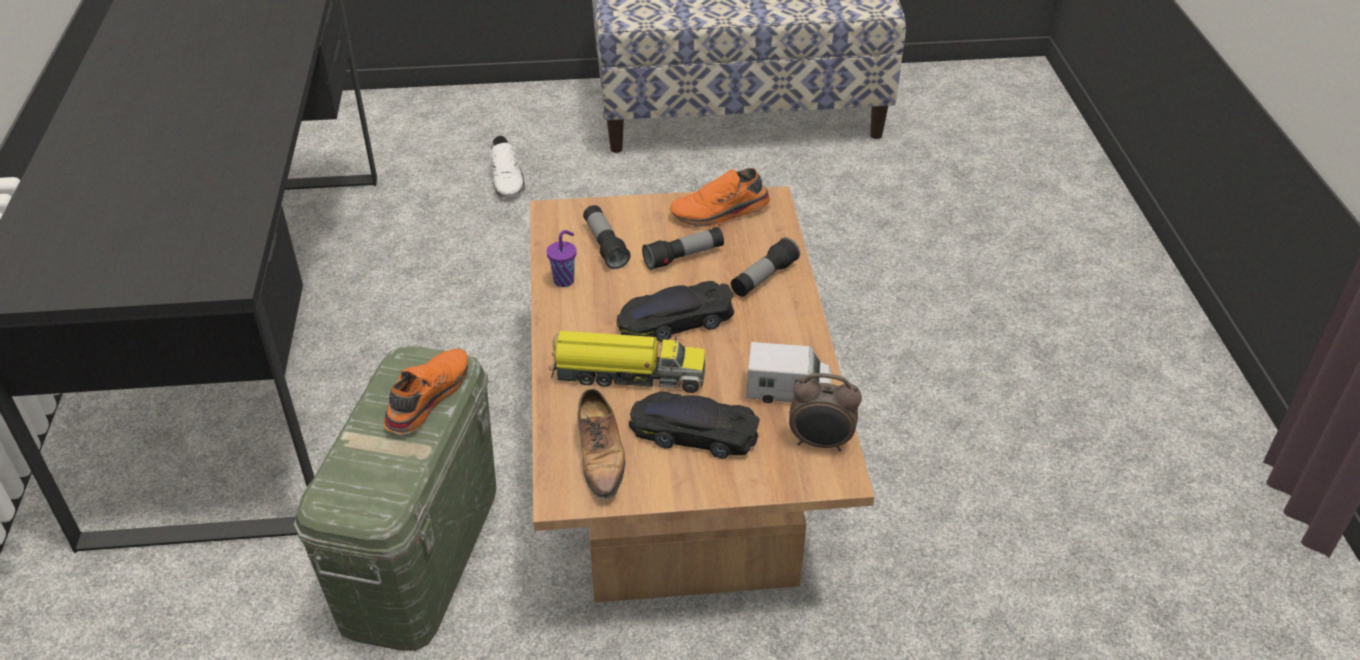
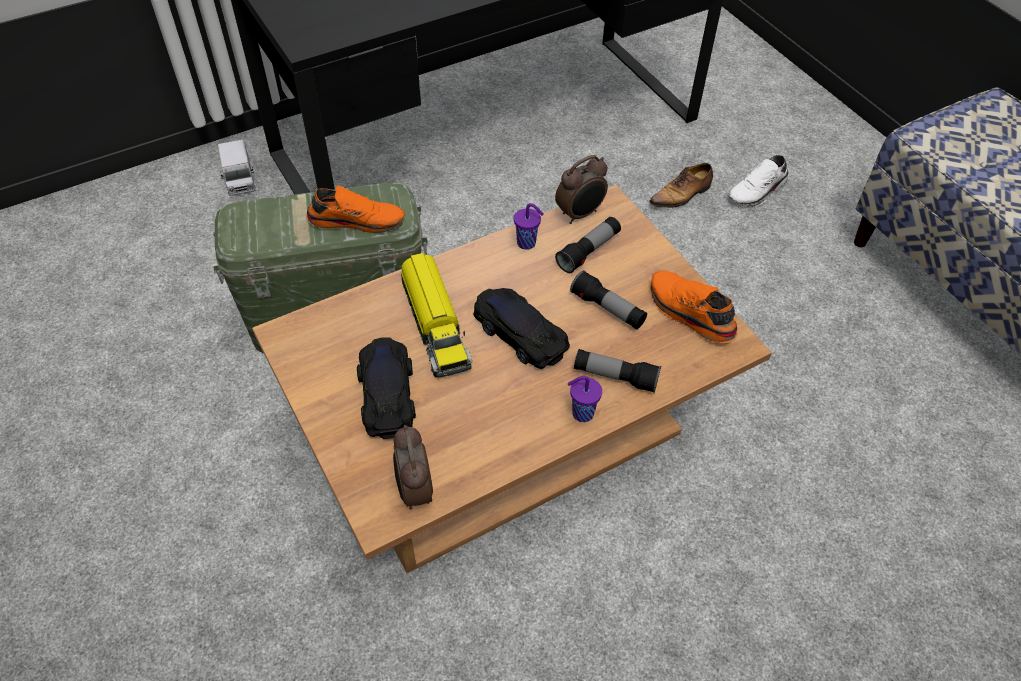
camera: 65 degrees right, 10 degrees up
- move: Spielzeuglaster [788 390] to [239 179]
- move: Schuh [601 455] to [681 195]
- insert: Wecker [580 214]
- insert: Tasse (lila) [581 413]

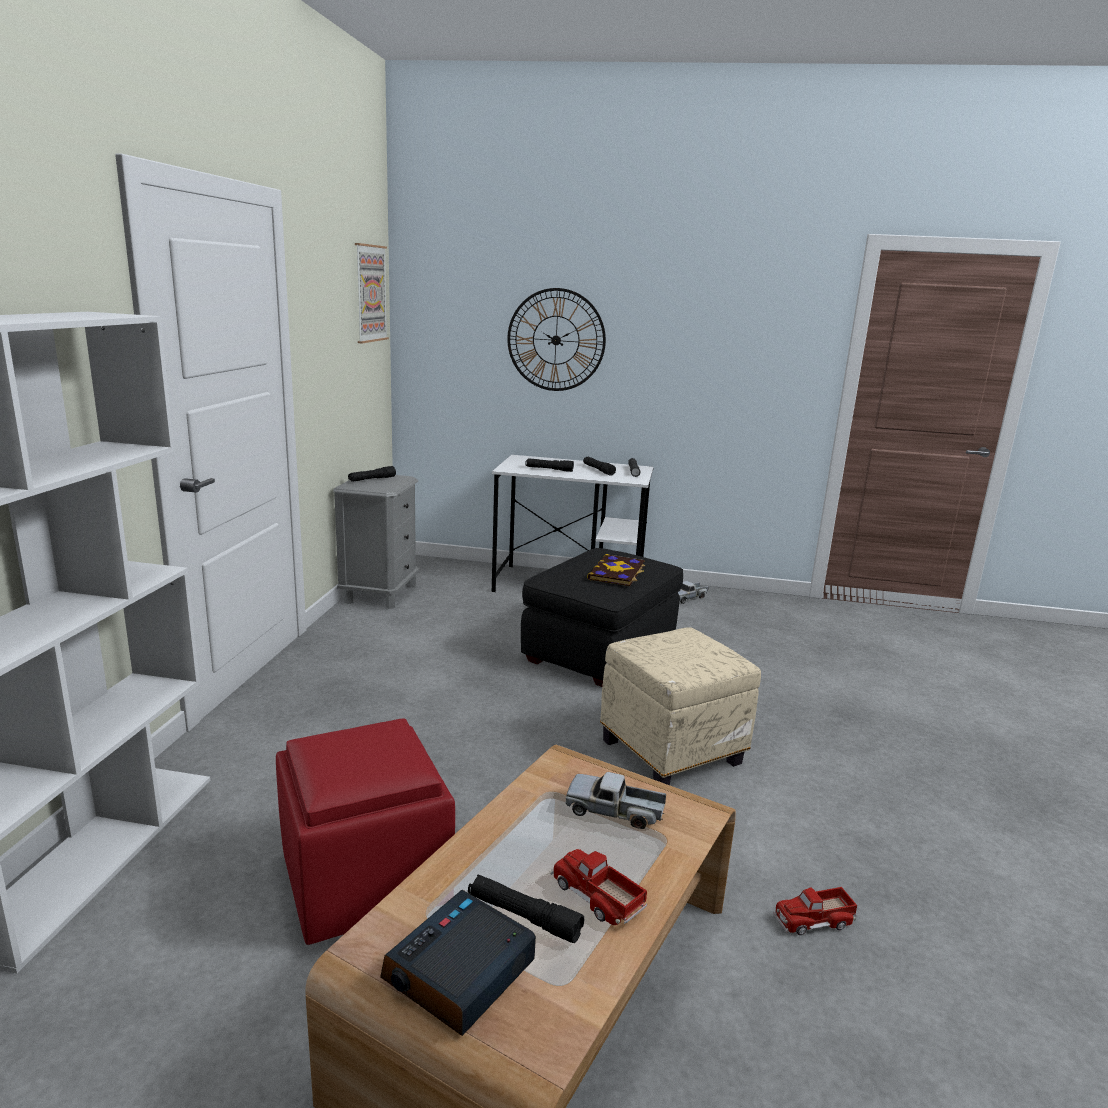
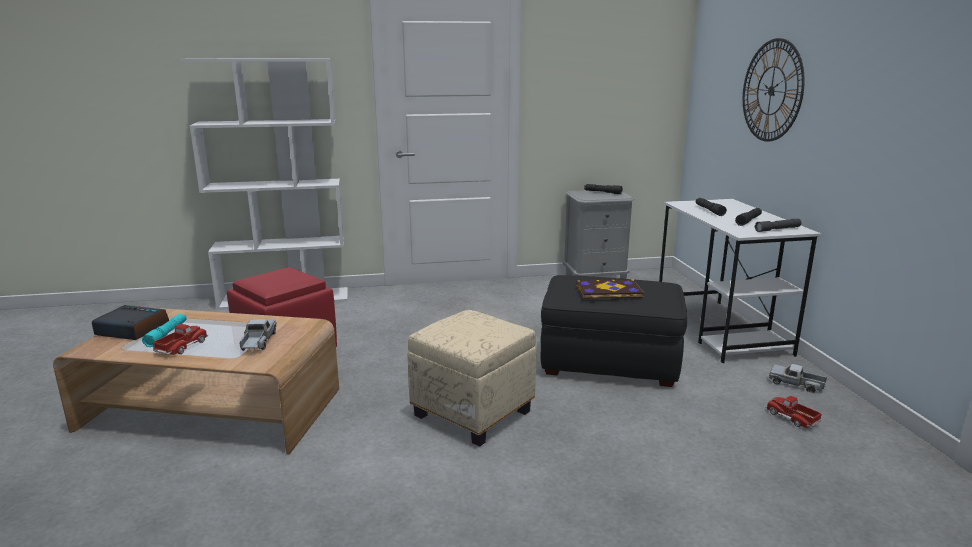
camera: 70 degrees right, 0 degrees up
- delete: Bild [370 293]
- recolor: Taschenlampe (schwarz) [523 916] to Taschenlampe (türkis) [166 334]
- move: Spielzeuglaster [813 919] to [791 418]

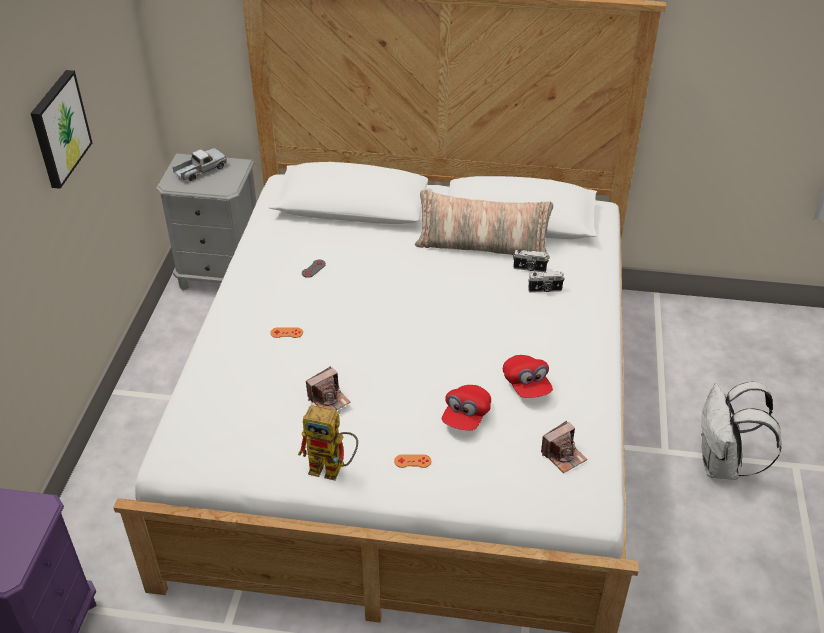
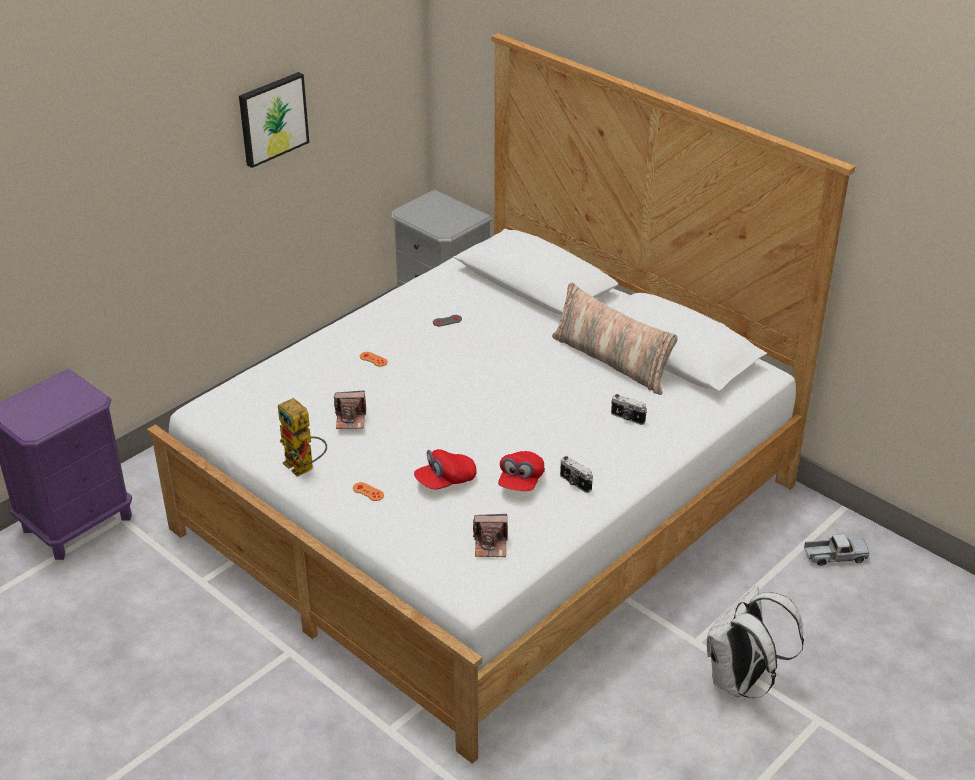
camera: 35 degrees right, 5 degrees down
- move: Spielzeuglaster [200 170] to [834 556]
- move: Kamera [529 269] to [574 483]

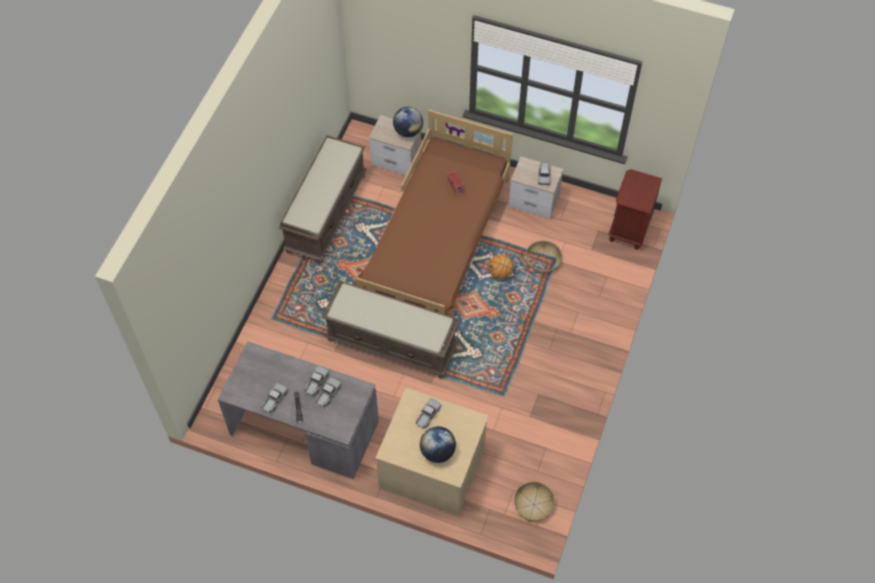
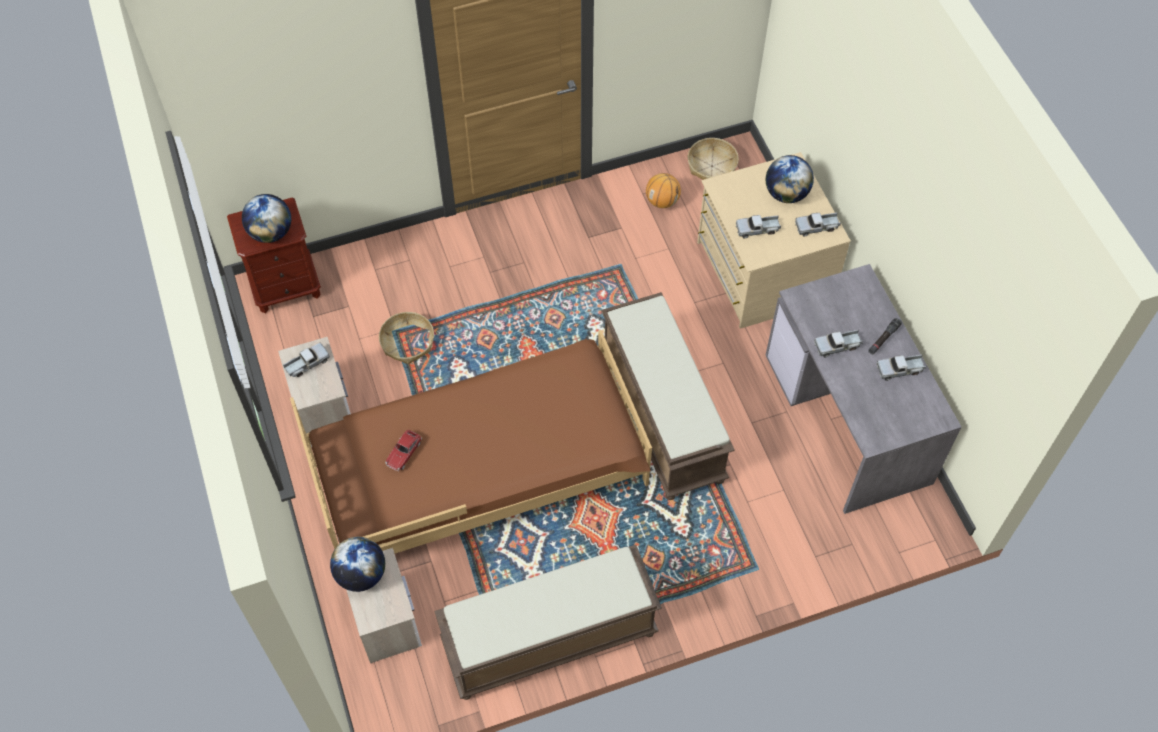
camera: 130 degrees left, 0 degrees up
- move: Basketball [500 273] to [662 201]
- move: Spielzeuglaster [328 394] to [817 227]
- insert: Globus [271 233]

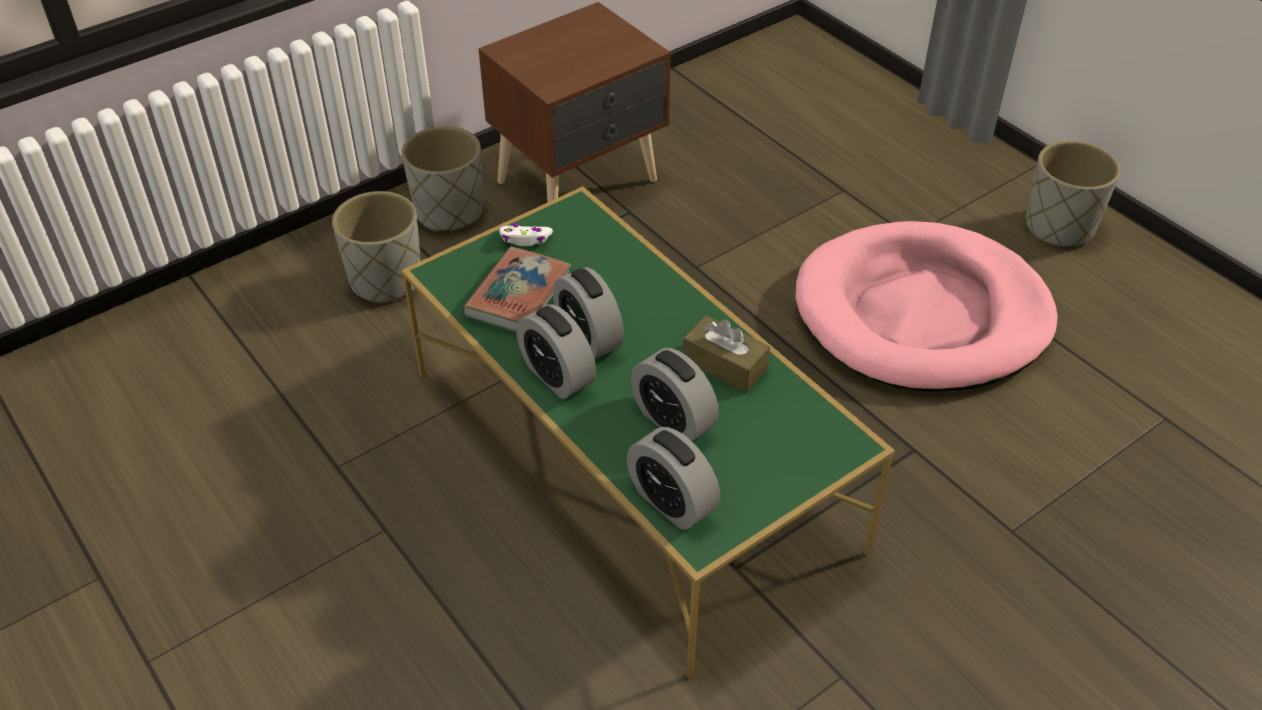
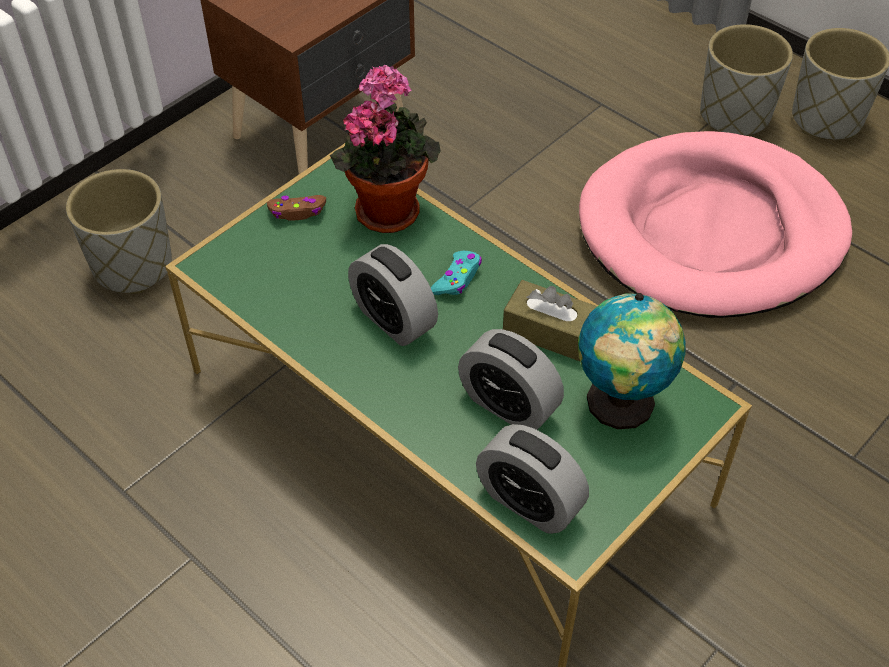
camera: 10 degrees left, 5 degrees up
- move: Pflanzkübel (grau) [449 211] to [734 115]
- recolor: Gamepad (weiß) [525 239] to Gamepad (braun) [297 212]
- delete: Buch [518 296]
- delete: Wecker [557 376]
- insert: Topfpflanze [388 207]
- insert: Gamepad (türkis) [457 279]
- insert: Globus [620 406]

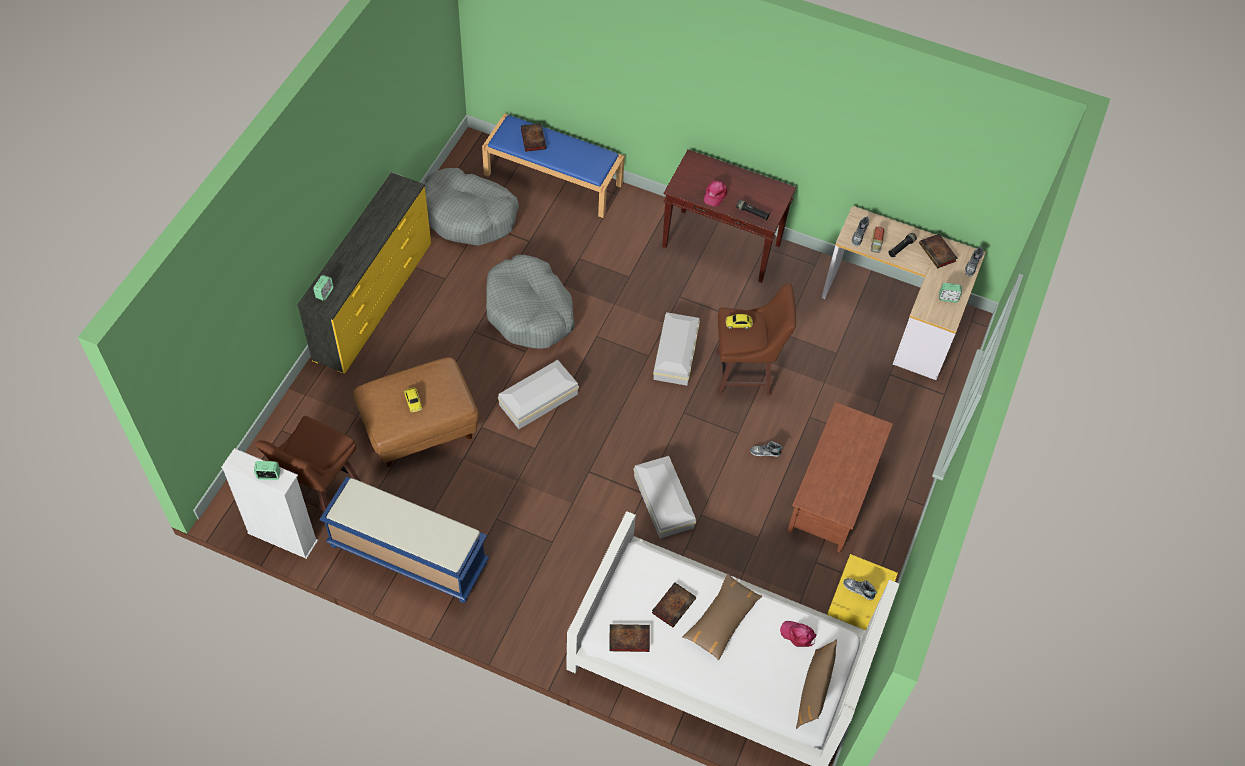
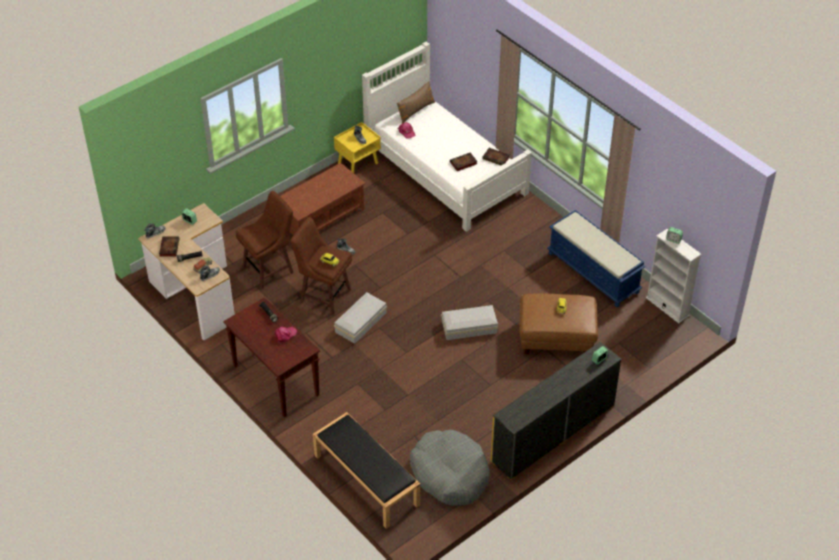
camera: 150 degrees left, 10 degrees down
- recolor: Bank (blau) [554 179] to Bank (schwarz) [365 480]
- delete: Buch [532 138]
- delete: Hundebett (grau) [529 311]
- move: Hocker (braun) [320 494] to [269 269]
- delete: Aufbewahrungsbox (weiß) [663 503]
- delete: Kissen (braun) [722 620]

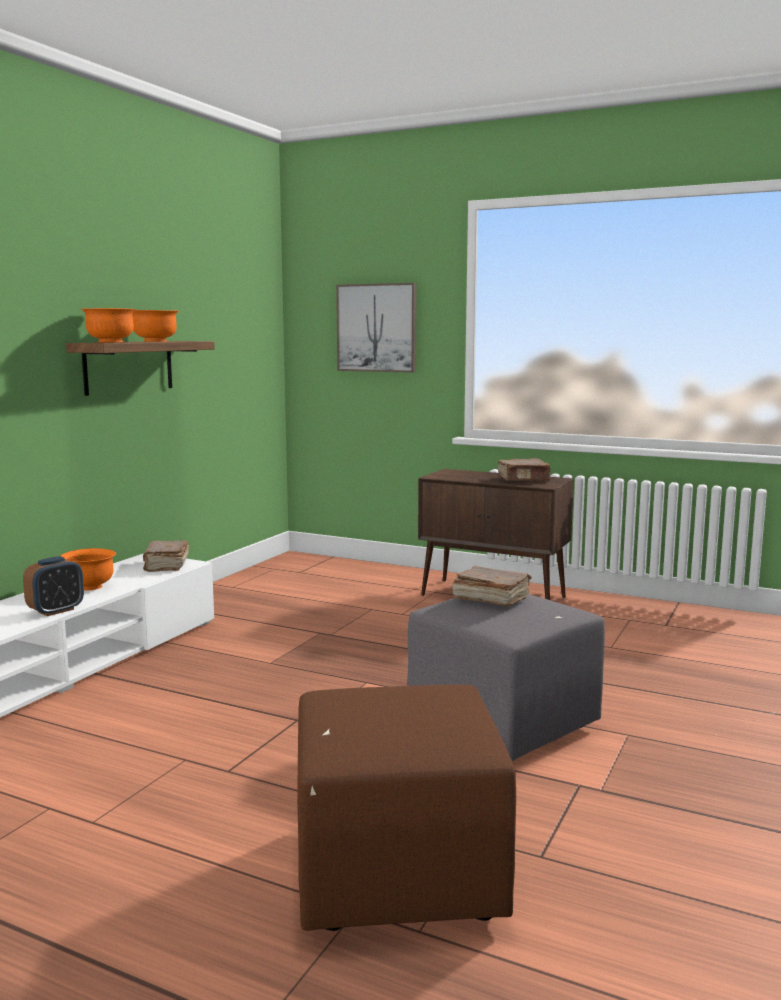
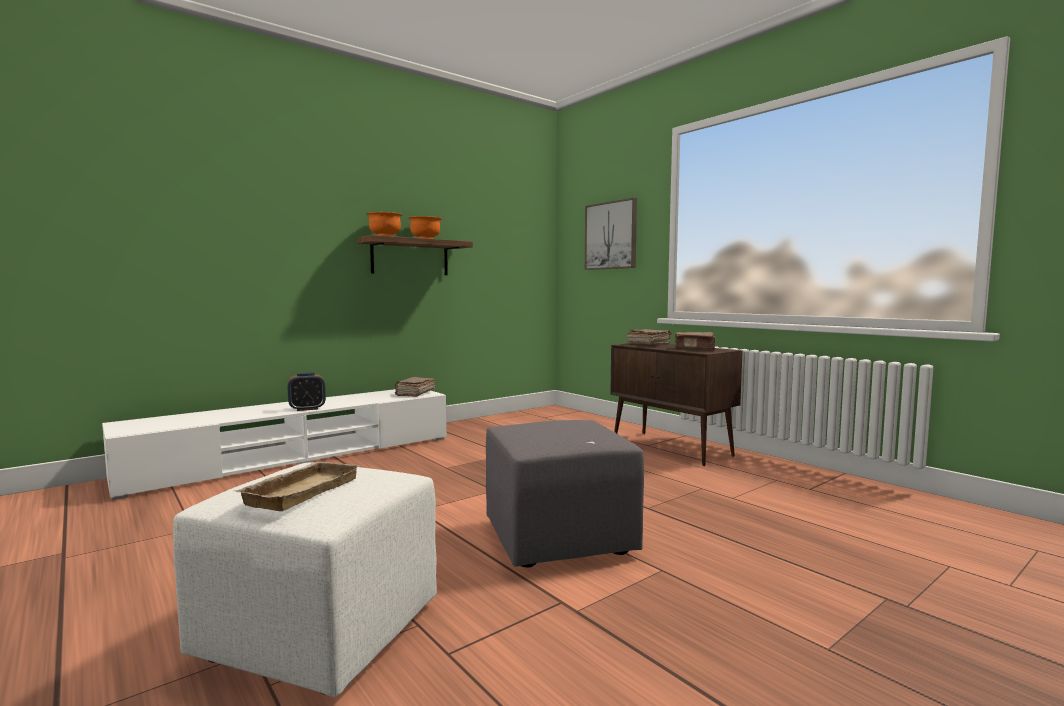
camera: 25 degrees right, 5 degrees down
- delete: Schüssel (orange) [90 587]
- move: Buch (braun) [490 599] to [648 344]
- recolor: Polsterhocker (braun) [394 874] to Polsterhocker (weiß) [317 632]
- insert: Tablett (beige) [300 491]

